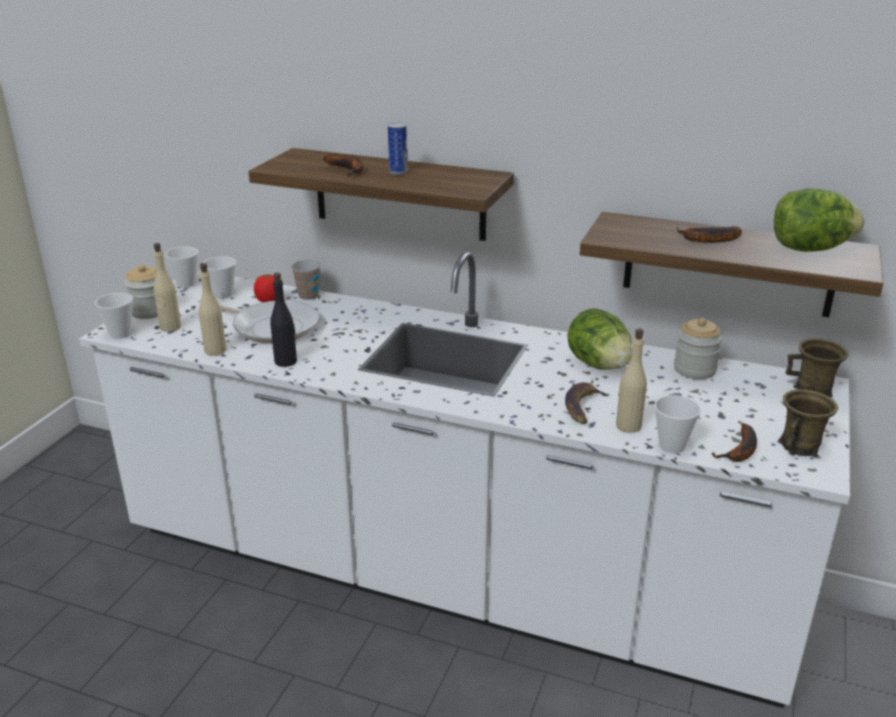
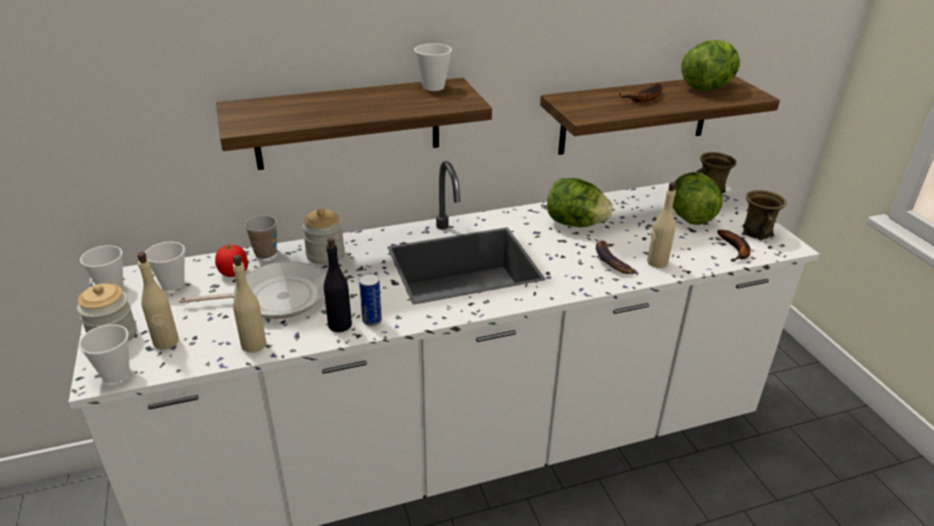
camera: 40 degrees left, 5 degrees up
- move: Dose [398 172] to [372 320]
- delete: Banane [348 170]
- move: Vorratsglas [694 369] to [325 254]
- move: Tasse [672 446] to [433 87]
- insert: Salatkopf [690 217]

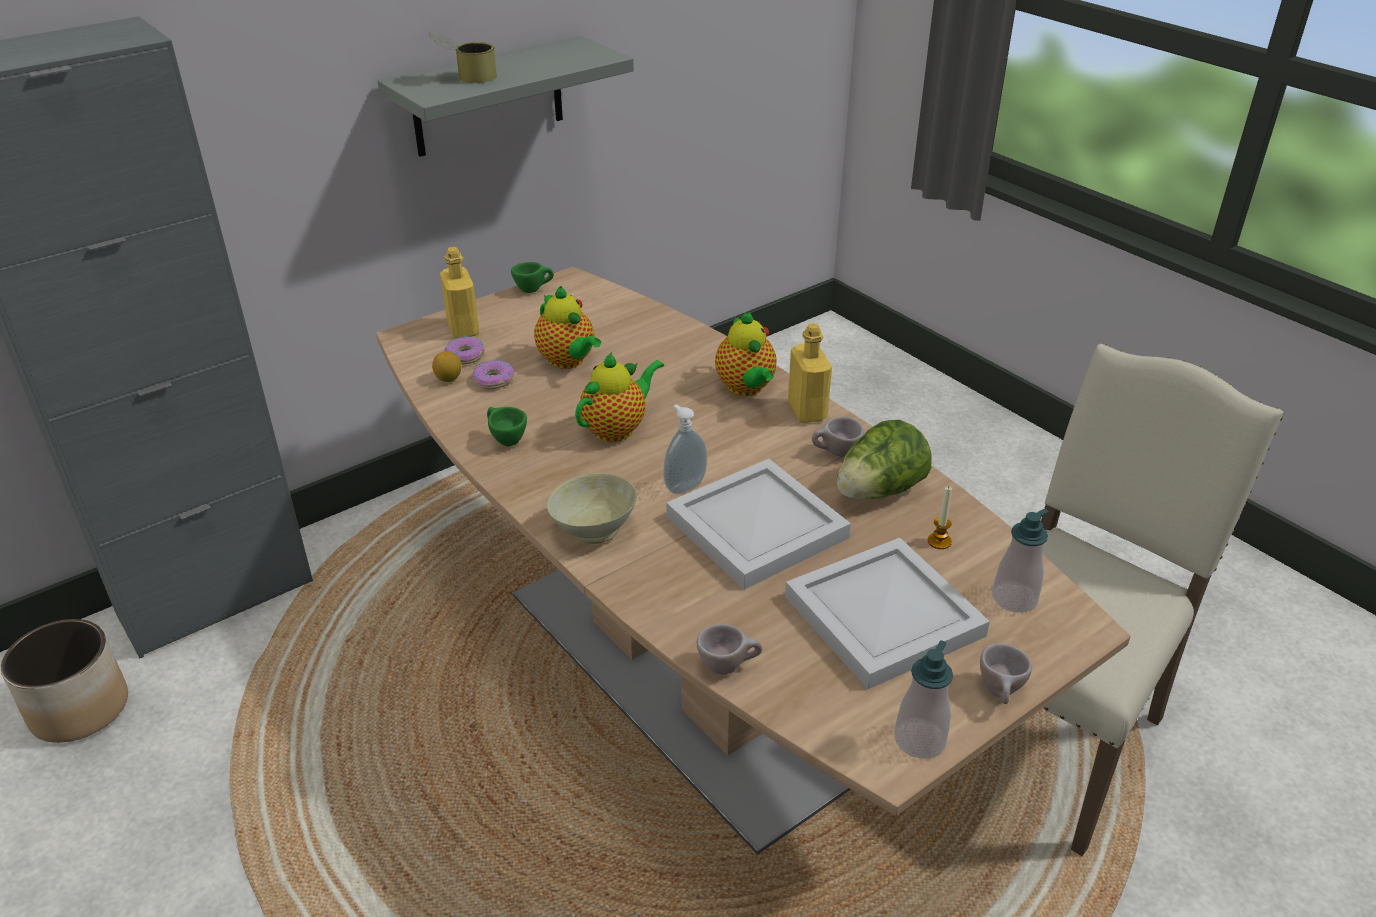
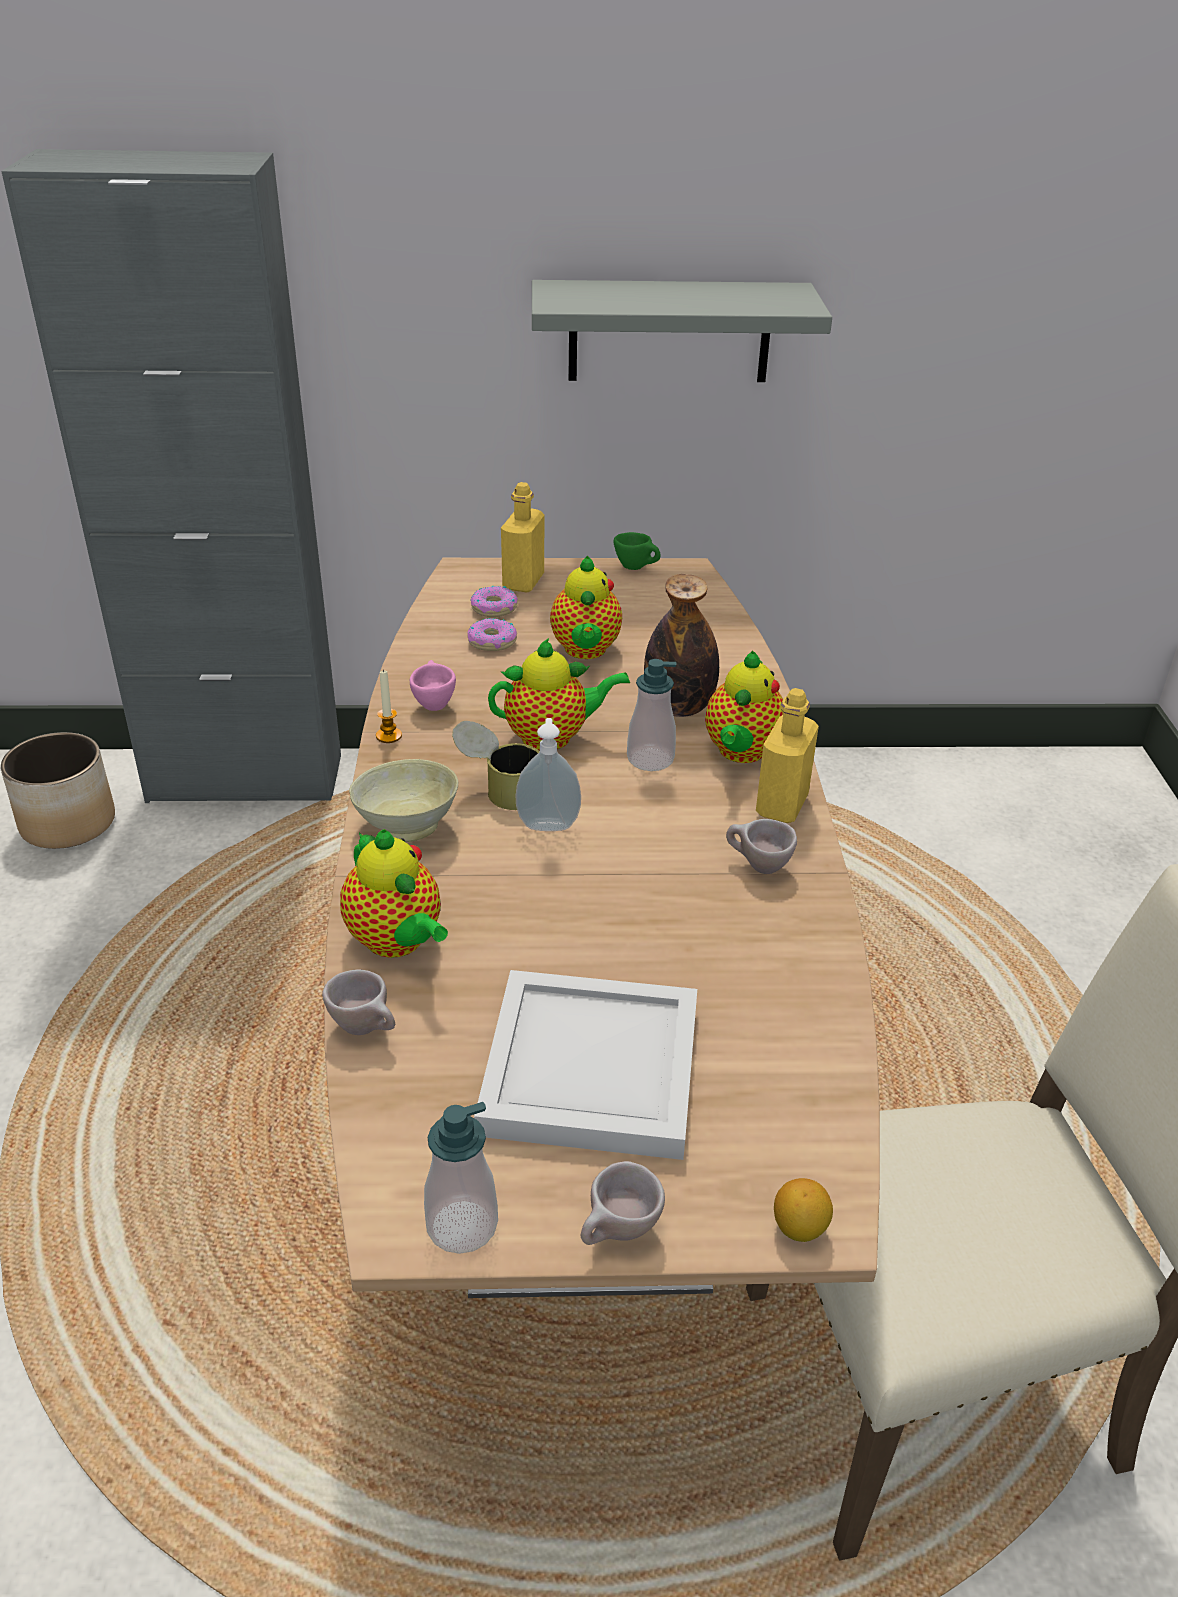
camera: 35 degrees right, 0 degrees up
- move: Dose [465 78] to [499 789]
- move: Zitrone [449 379] to [799 1228]
- recolor: Tasse (grün) [505 440] to Tasse (rosa) [433 703]
- delete: Salatkopf [879 492]
- delete: Tablett (weiß) [756 529]
- move: Kerze [939 541] to [389 736]
- move: Seifenspender [1014 598] to [650 759]
- insert: Flasche [679 707]
- insert: Teekanne [397 942]

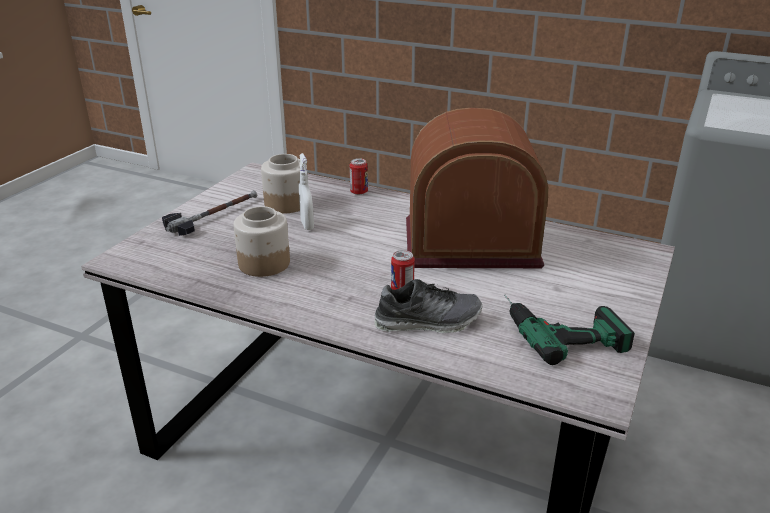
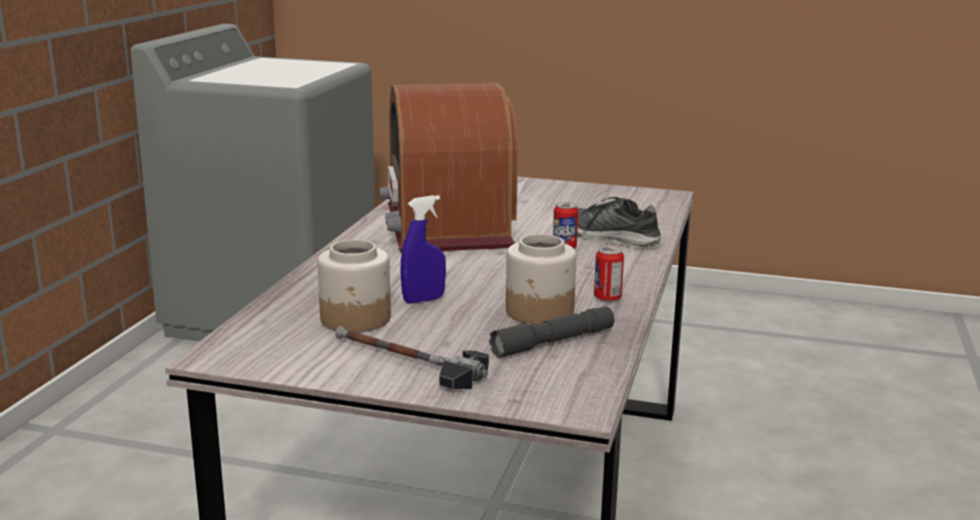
camera: 100 degrees left, 10 degrees down
- recolor: Sprühflasche (weiß) [307 225] to Sprühflasche (blau) [423 300]
- move: Dose [359 192] to [607 298]
- rotate: Schuh [428 322] = [610 238] 45 degrees counterclockwise
- delete: Bohrmaschine [559 327]
- insert: Taschenlampe (grau) [553 342]

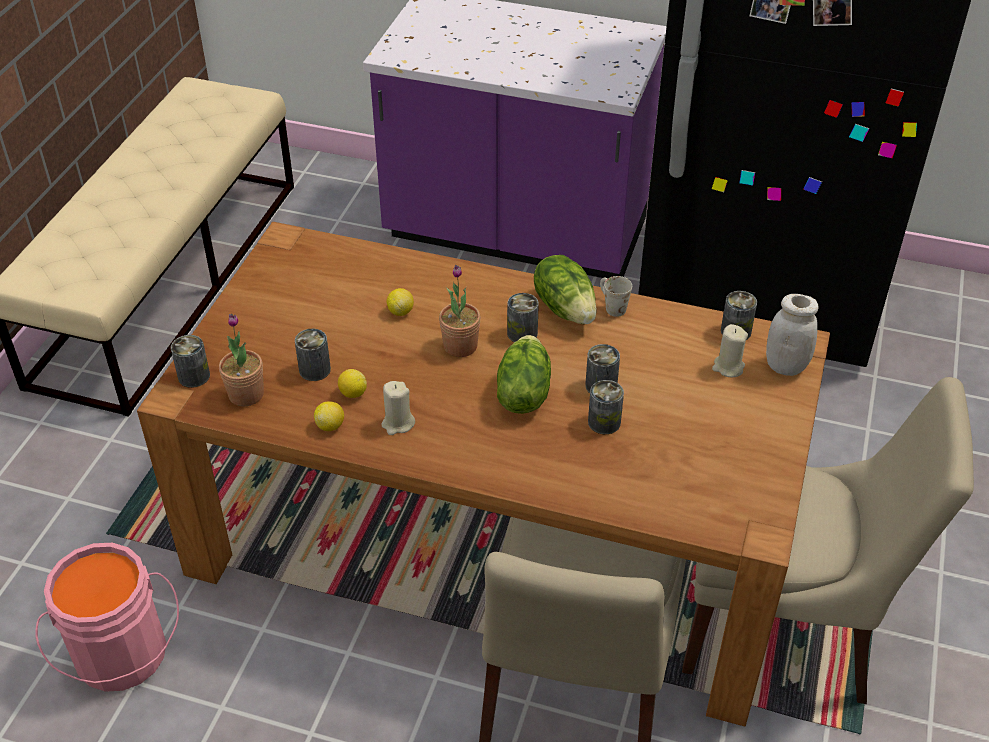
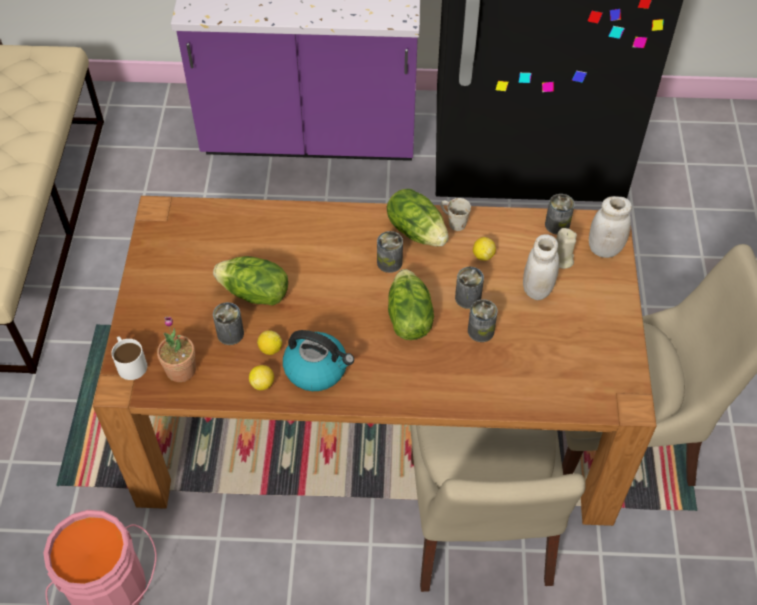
camera: 15 degrees left, 10 degrees up
- delete: Topfpflanze [460 346]
- move: Zitrone [400 311] to [483 255]
- replace: Dose [194 376] to Henkelbecher (weiß) [130 362]
- replace: Kerze (beige) [398 423] to Wasserkessel [317 369]
- insert: Vorratsglas (weiß) [537 289]
- insert: Salatkopf [254 294]

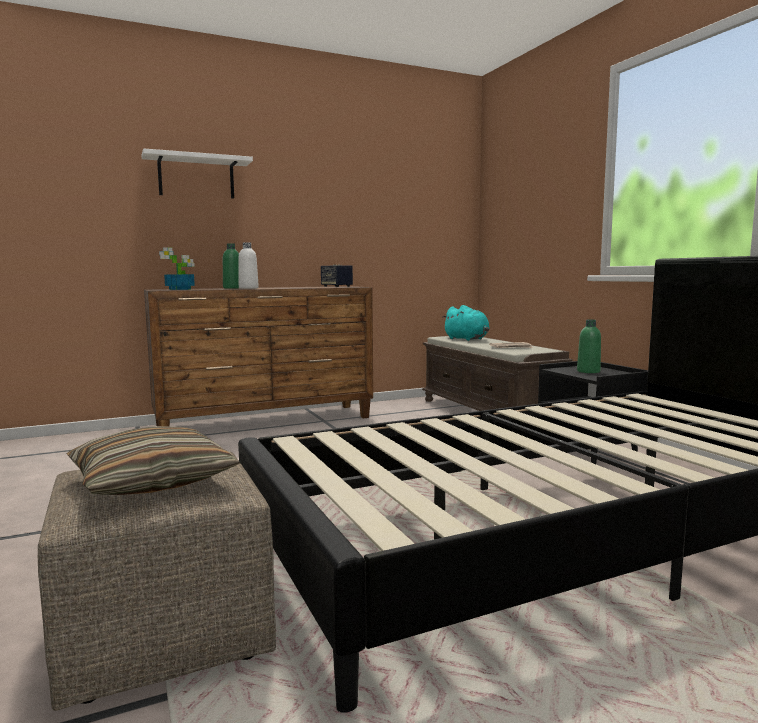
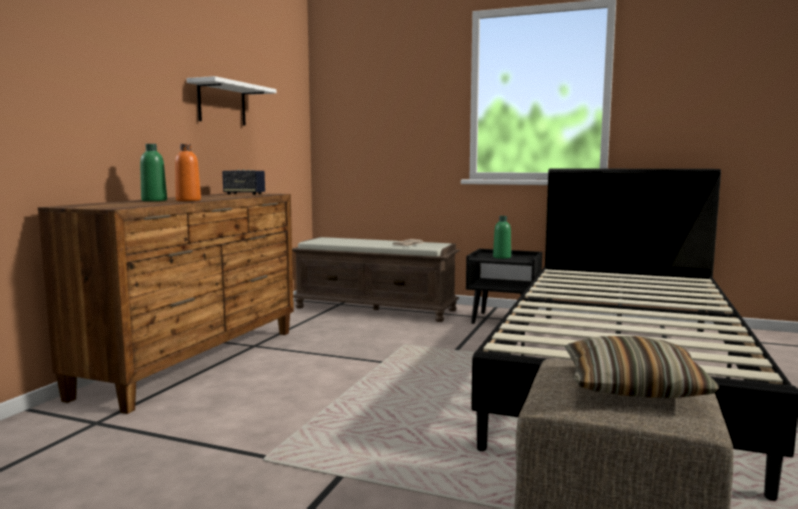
camera: 45 degrees left, 0 degrees up
- move: Wandregal (weiß) [196 177] to [222 104]
- recolor: Flasche (weiß) [248 288] to Flasche (orange) [188 200]
- delete: Topfpflanze [180 289]
- delete: Plüschtier (türkis) [467 339]

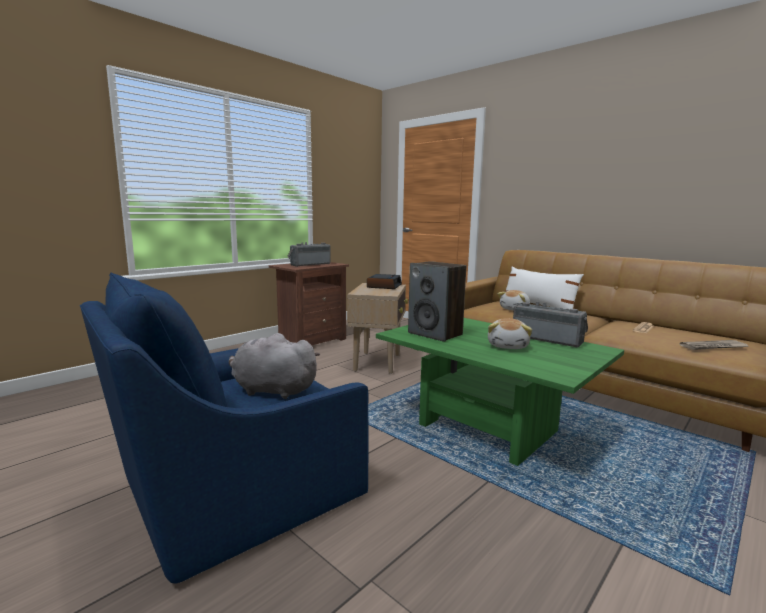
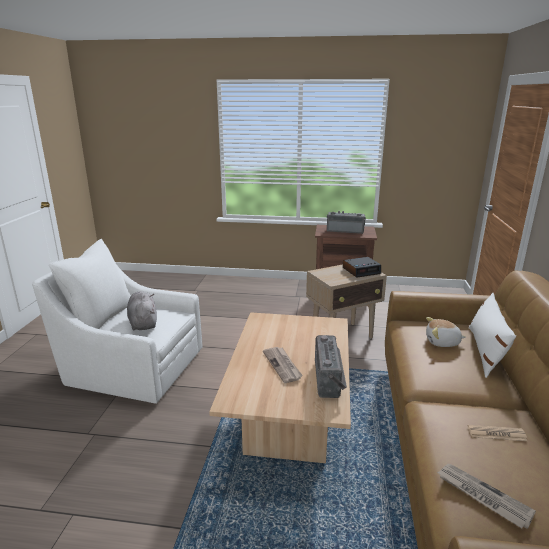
camera: 55 degrees right, 10 degrees up
- delete: Lautsprecher [435 334]
- recolor: Sessel (blau) [233 493] to Sessel (weiß) [132 367]
- recolor: Couchtisch (grün) [487 428] to Couchtisch (beige) [289 424]
- replace: Plüschtier [508 346] to Zeitung [283 365]

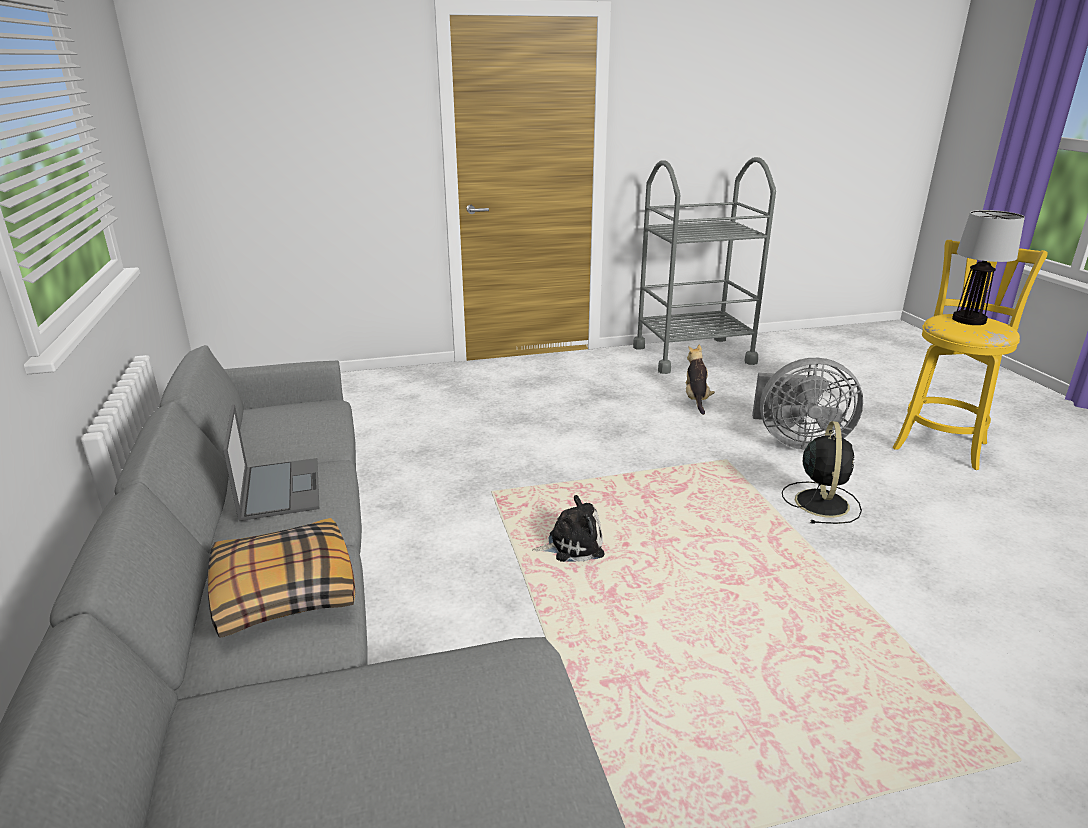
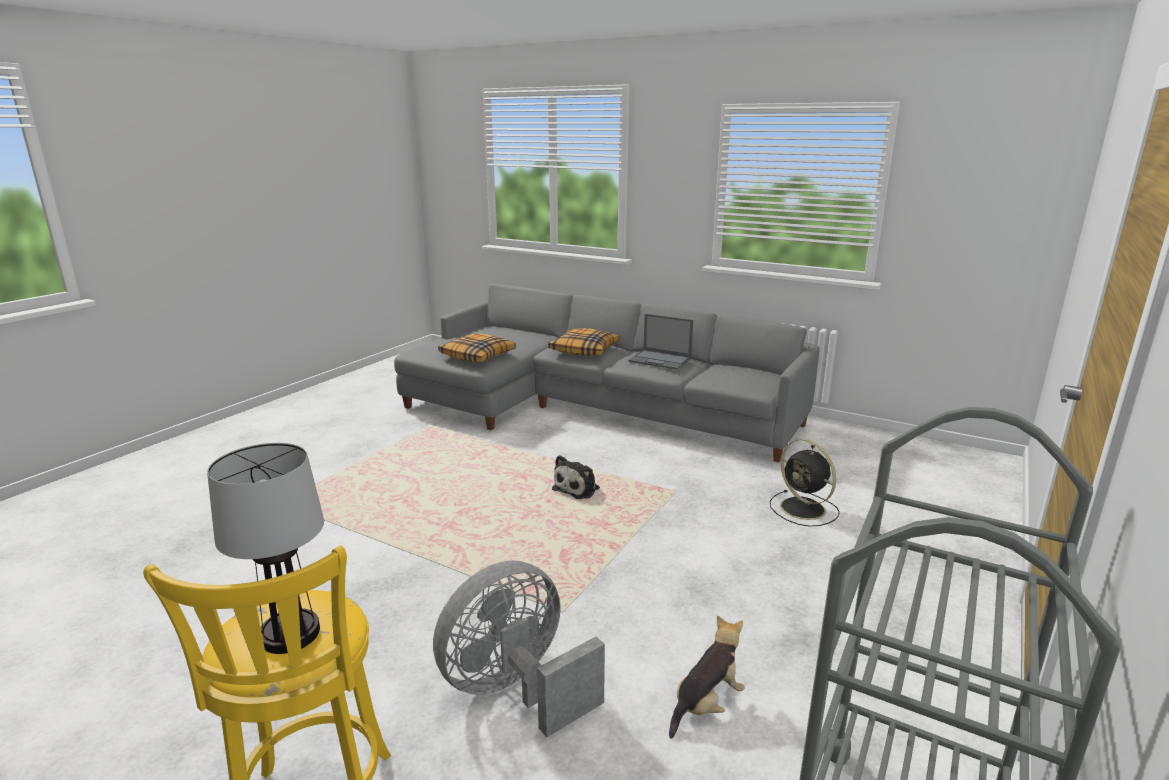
camera: 135 degrees right, 5 degrees down
- rotate: Plüschtier [696 399] = [706 704] 90 degrees counterclockwise
- move: Ventilator (schwarz) [821 502] to [804 509]
- insert: Kissen [478 356]

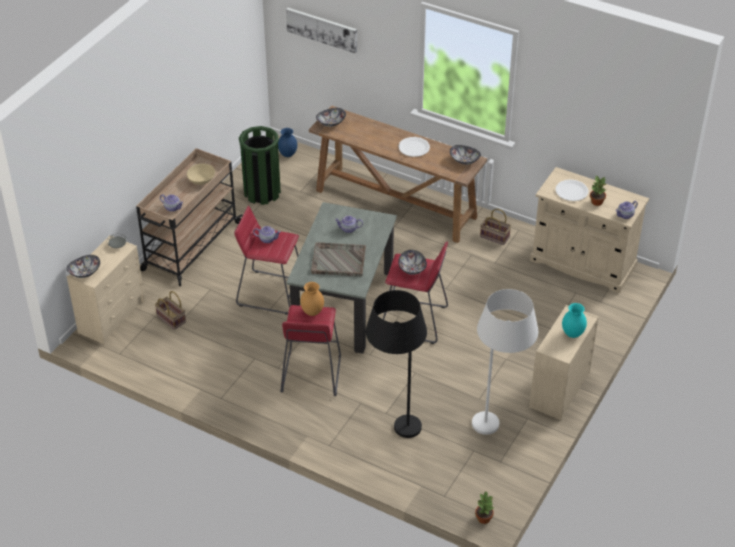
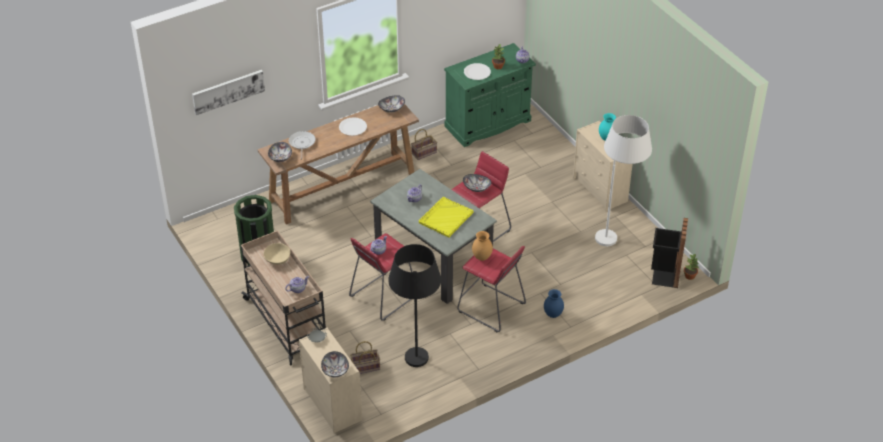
camera: 60 degrees left, 0 degrees up
- move: Vase (blau) [287 154] to [552 314]
- recolor: Schrank (beige) [583 263] to Schrank (grün) [488 124]
- recolor: Tablett (grau) [338 260] to Tablett (gelb) [445 218]
- move: Stehlampe (schwarz) [394 433] to [416 368]
- insert: Pfanne [302 143]
- insert: Mülleimer (schwarz) [664 275]

